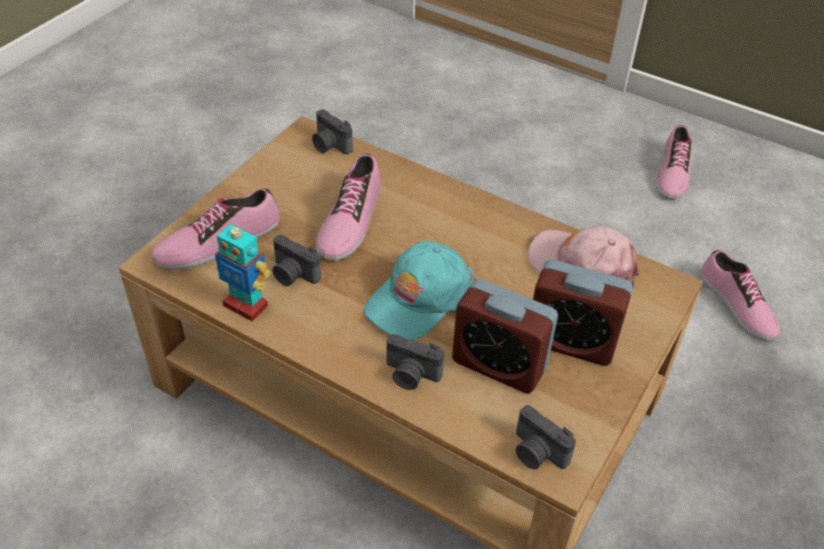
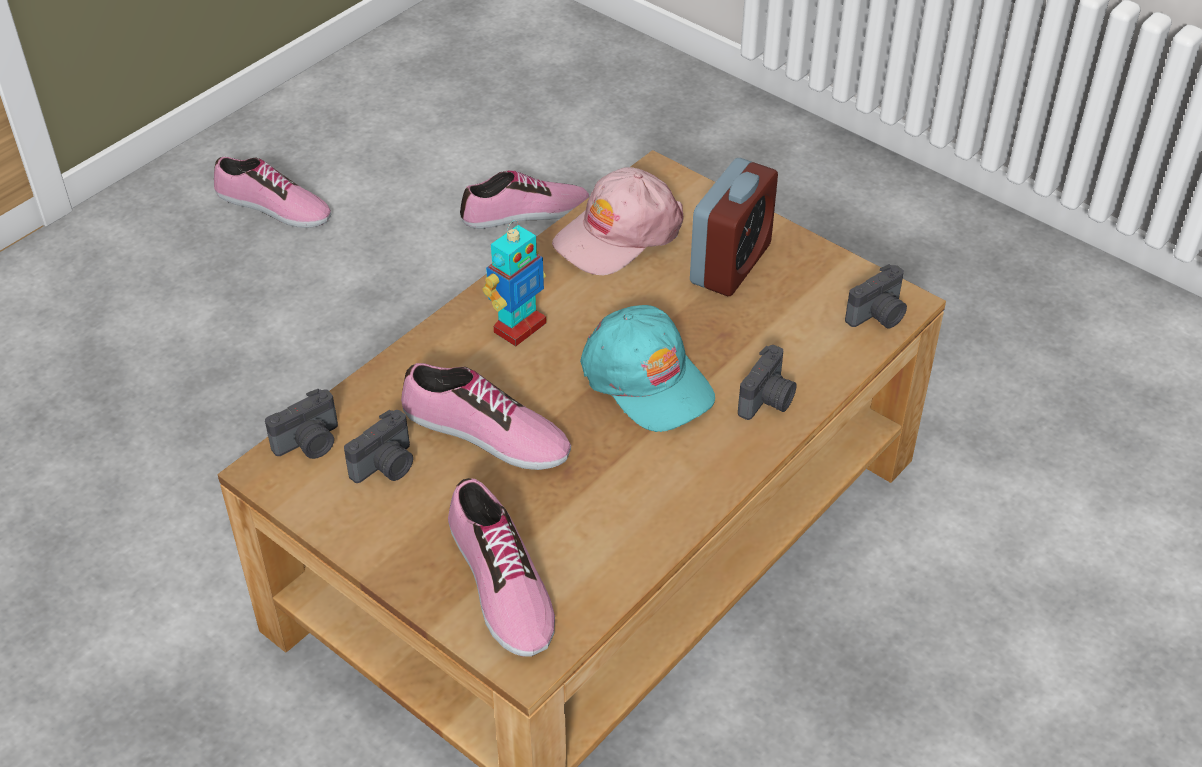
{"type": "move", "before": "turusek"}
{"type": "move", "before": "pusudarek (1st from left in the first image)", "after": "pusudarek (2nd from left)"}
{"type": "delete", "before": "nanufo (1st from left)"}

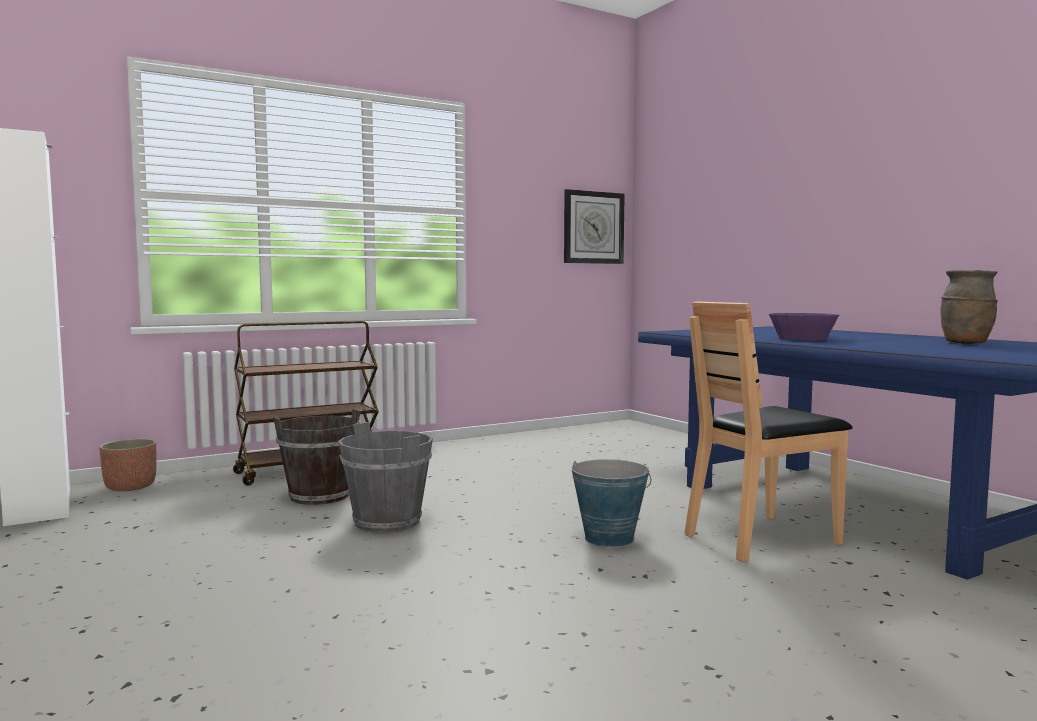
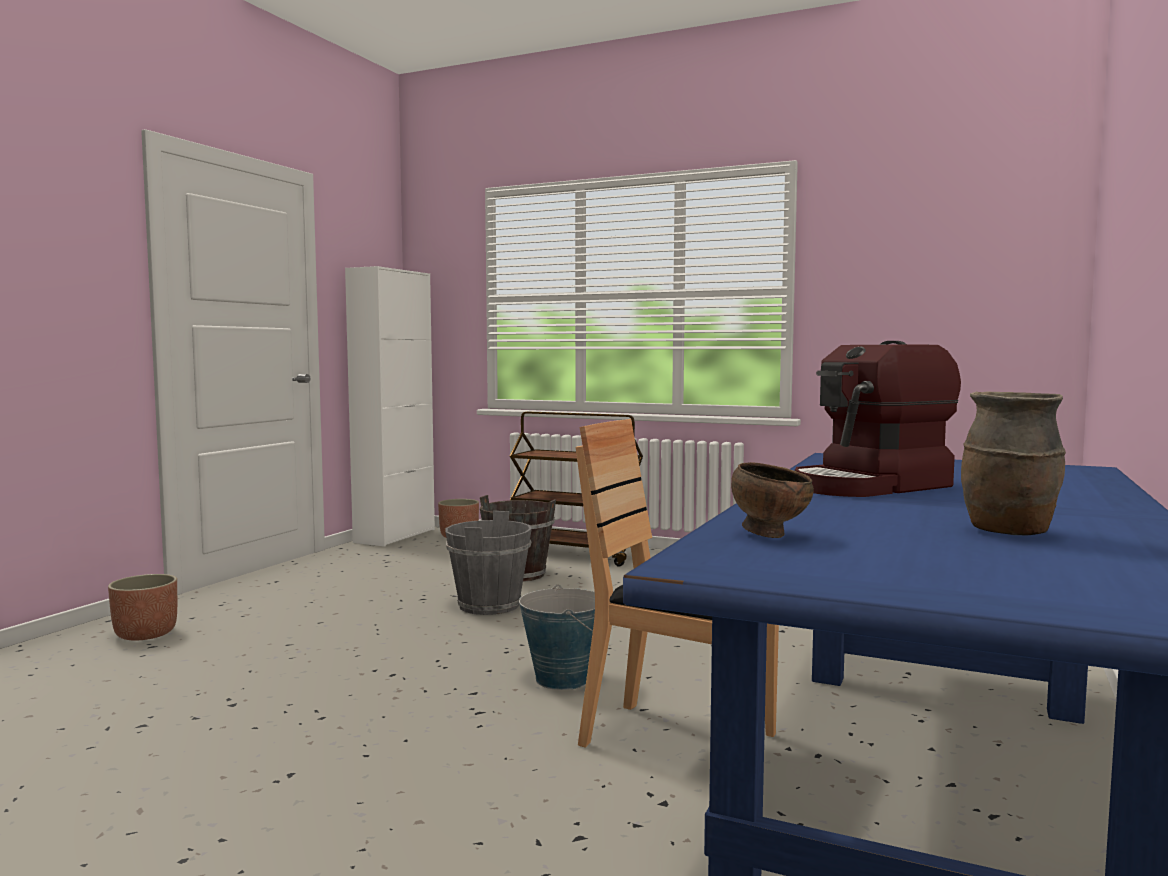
{"type": "delete", "before": "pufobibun"}
{"type": "replace", "before": "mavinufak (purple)", "after": "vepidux"}
{"type": "insert", "after": "mavinufak (brown)"}
{"type": "insert", "after": "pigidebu (1st from left)"}

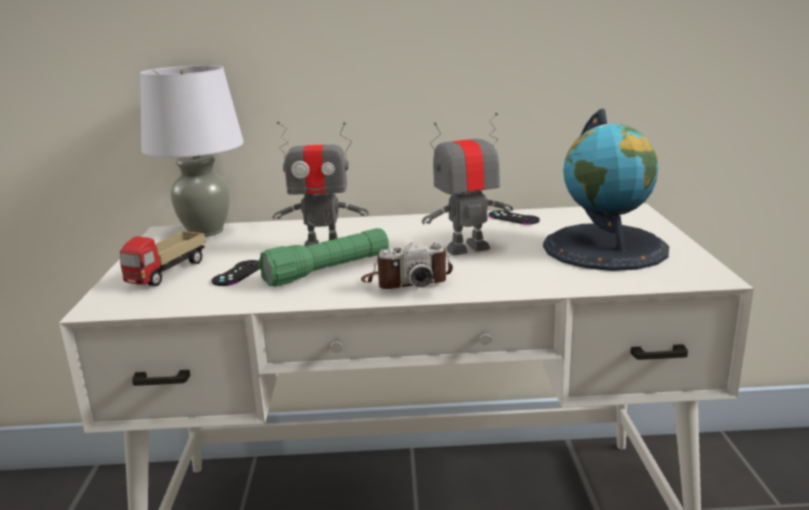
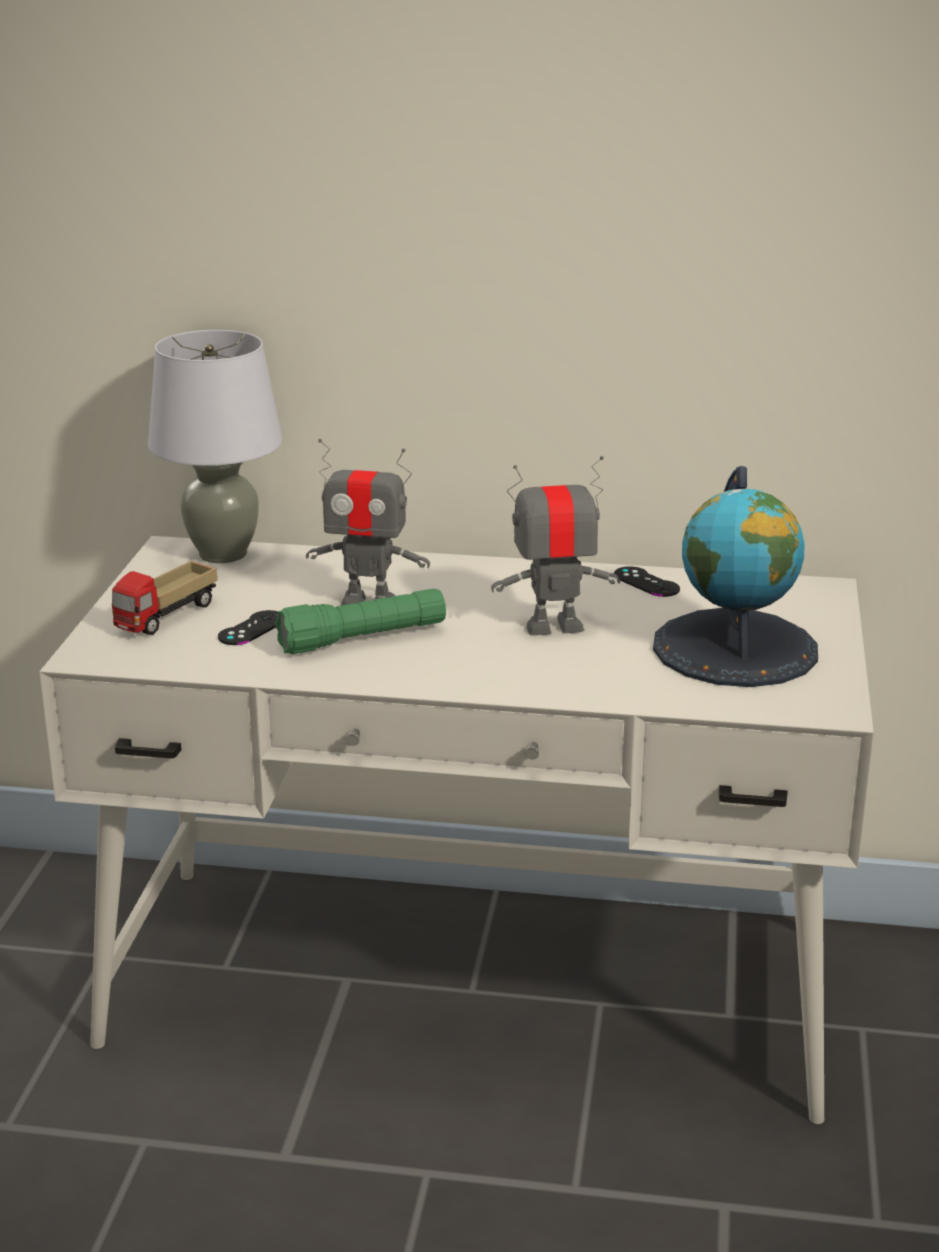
{"type": "delete", "before": "pusudarek"}

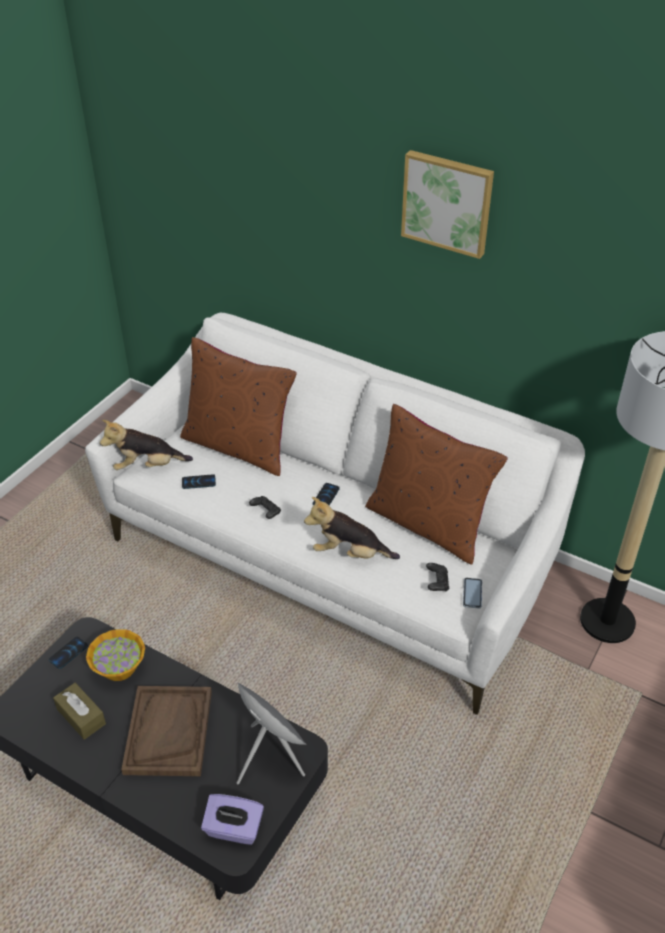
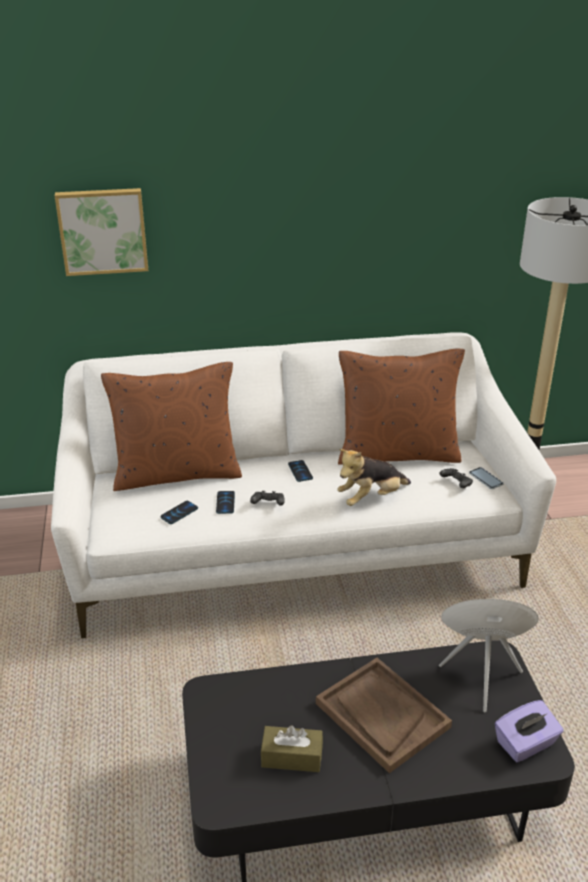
{"type": "move", "before": "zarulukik"}
{"type": "delete", "before": "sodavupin (1st from left)"}
{"type": "delete", "before": "mavinufak"}
{"type": "move", "before": "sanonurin (1st from left in the first image)", "after": "sanonurin (2nd from left)"}

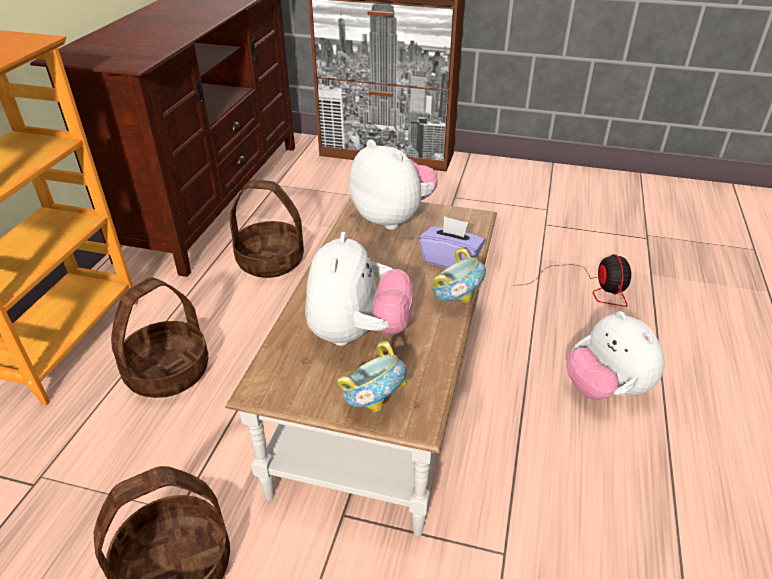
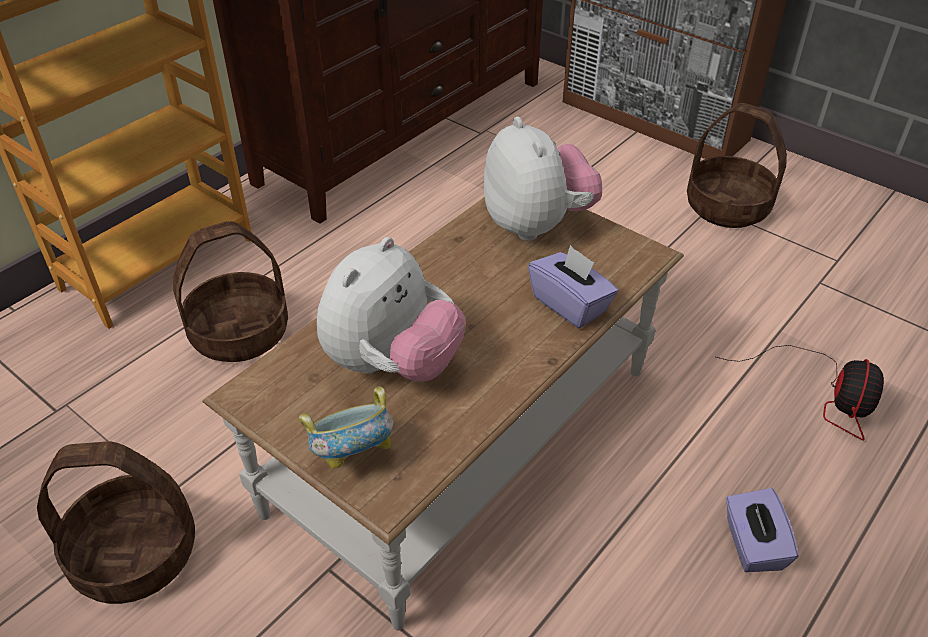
{"type": "move", "before": "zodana (3rd from left)"}
{"type": "delete", "before": "mavinufak (2nd from left)"}
{"type": "replace", "before": "sodavupin (3rd from left)", "after": "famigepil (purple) (2nd from left)"}

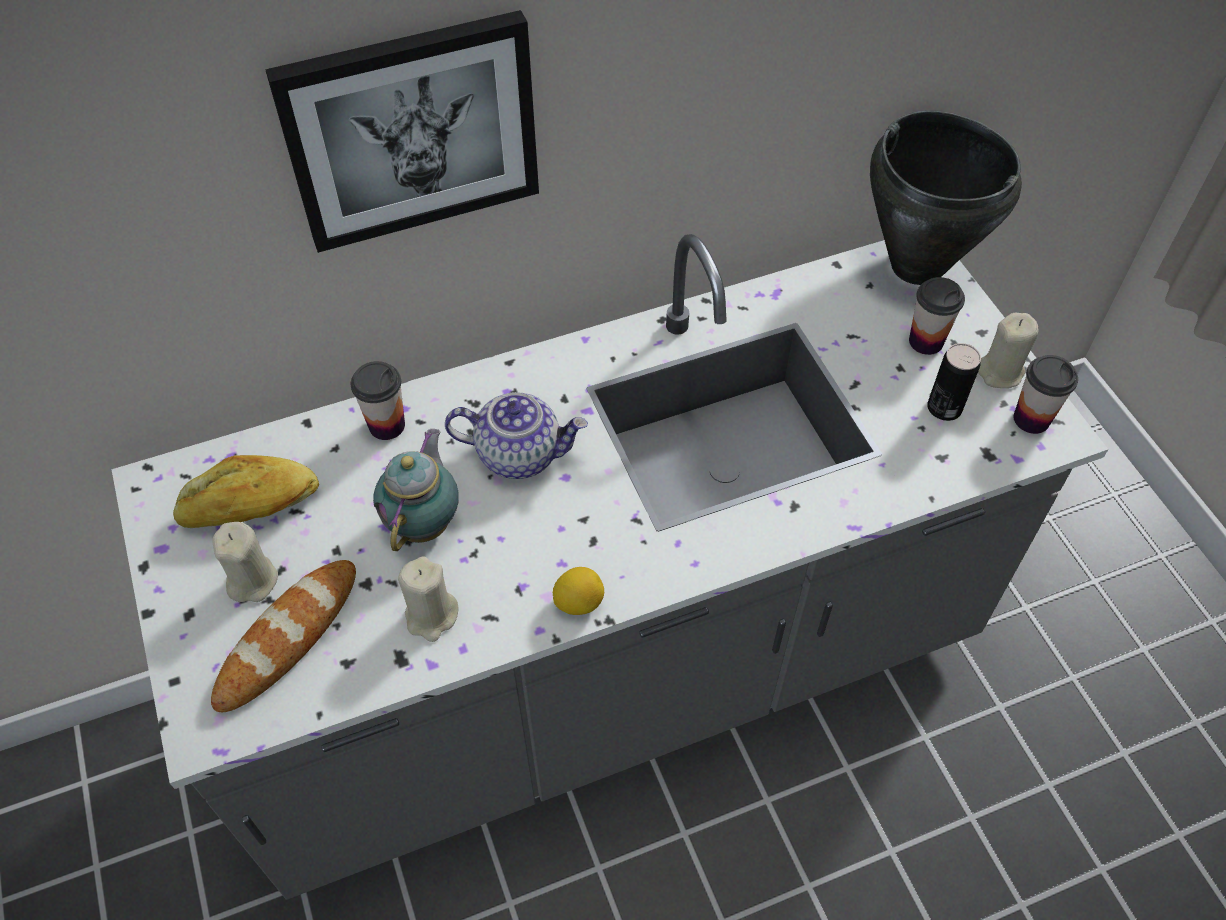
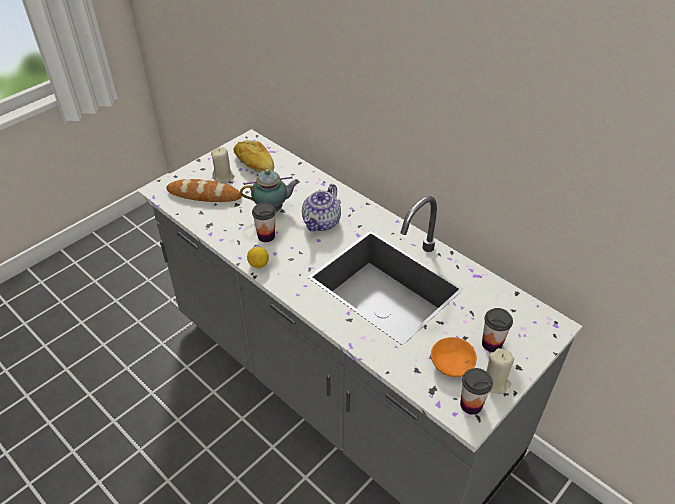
{"type": "delete", "before": "zarulukik"}
{"type": "delete", "before": "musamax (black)"}
{"type": "replace", "before": "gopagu", "after": "mavinufak (orange)"}
{"type": "move", "before": "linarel (1st from left)"}
{"type": "rotate", "before": "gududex (2nd from left)", "turn": 45}
{"type": "delete", "before": "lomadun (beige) (2nd from left)"}

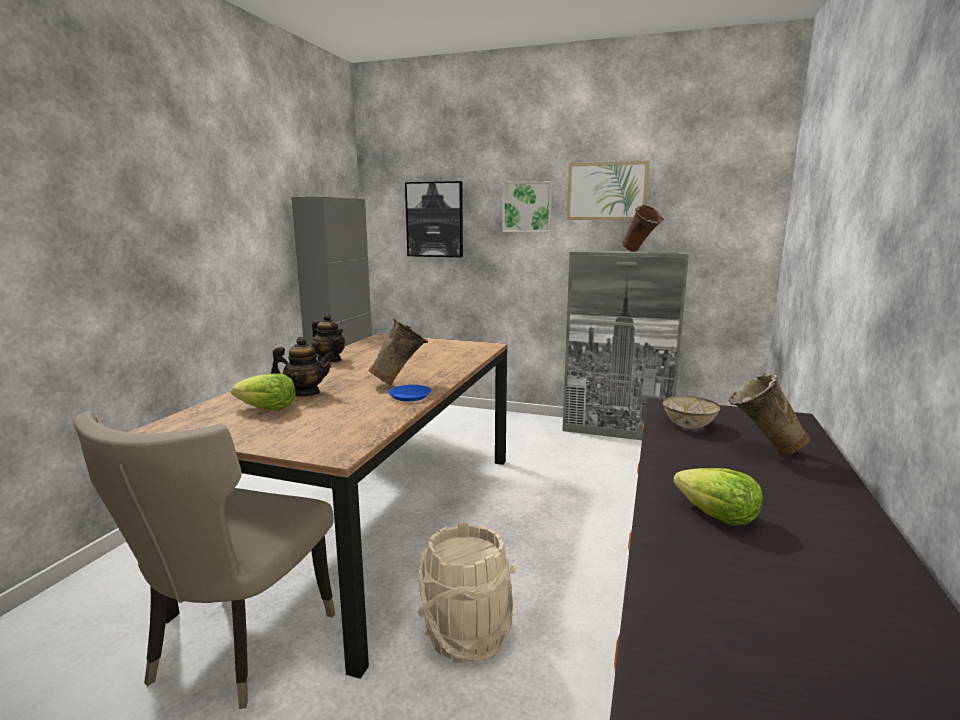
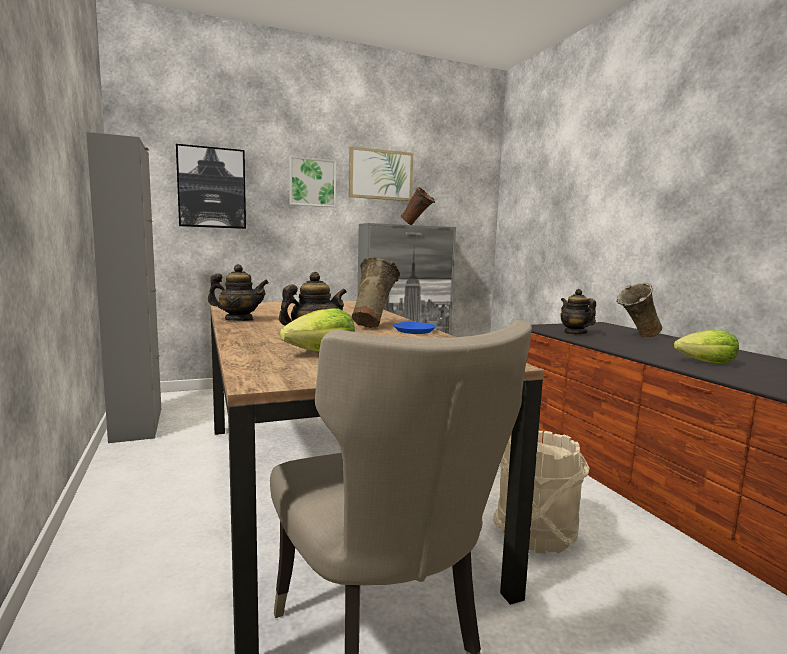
{"type": "replace", "before": "mavinufak", "after": "gududex (3rd from left)"}

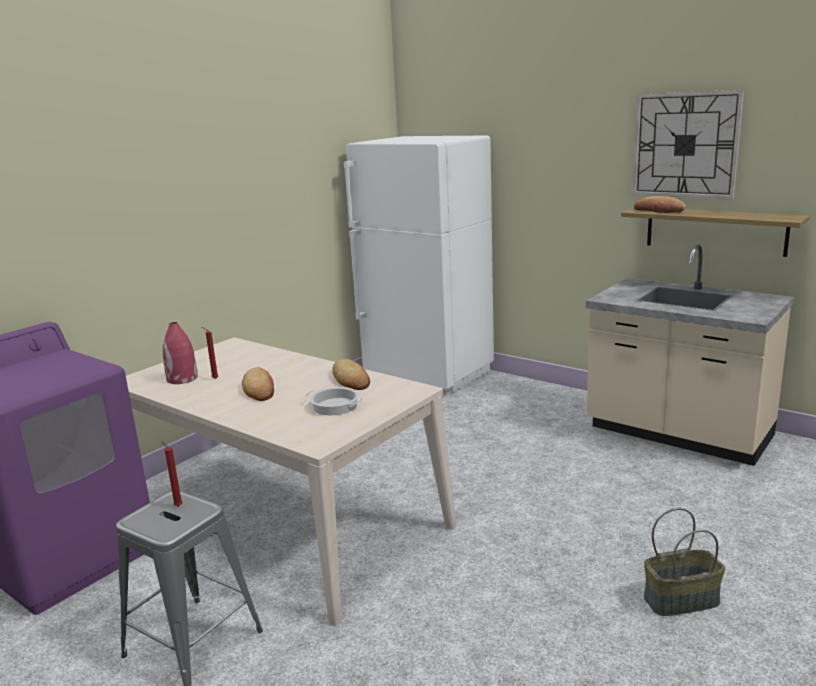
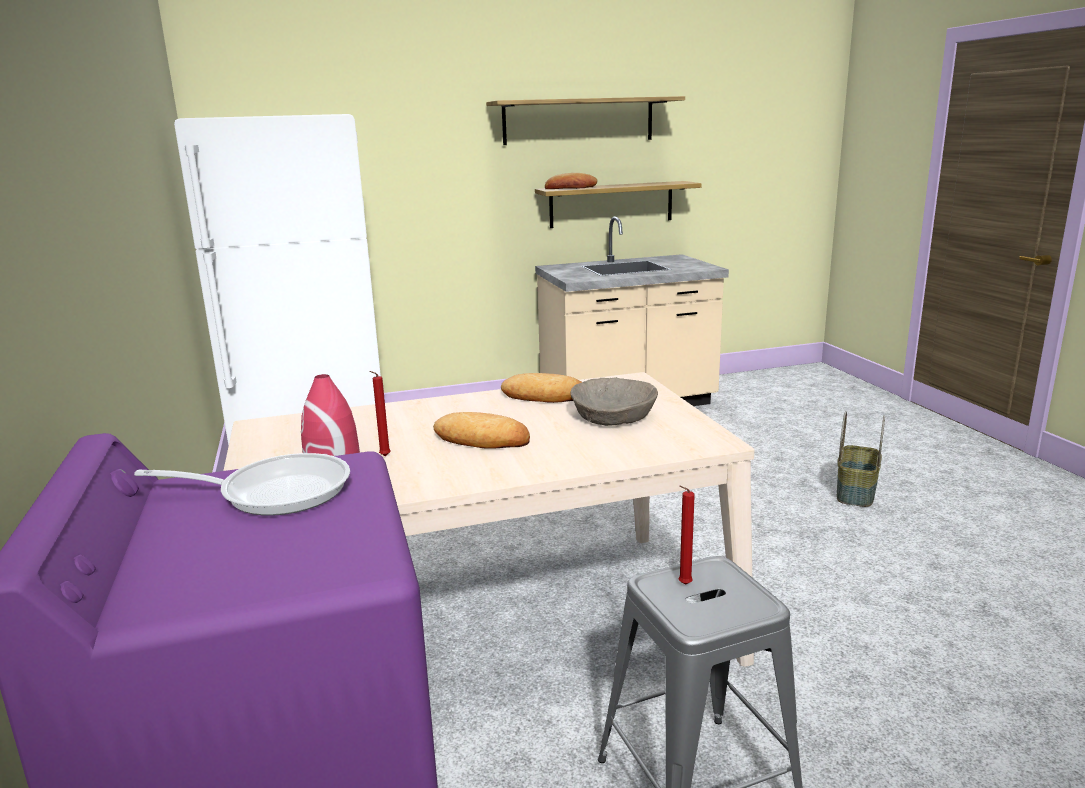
{"type": "replace", "before": "pufobibun", "after": "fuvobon (1st from left)"}
{"type": "replace", "before": "musamax", "after": "mavinufak (beige)"}
{"type": "insert", "after": "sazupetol"}

